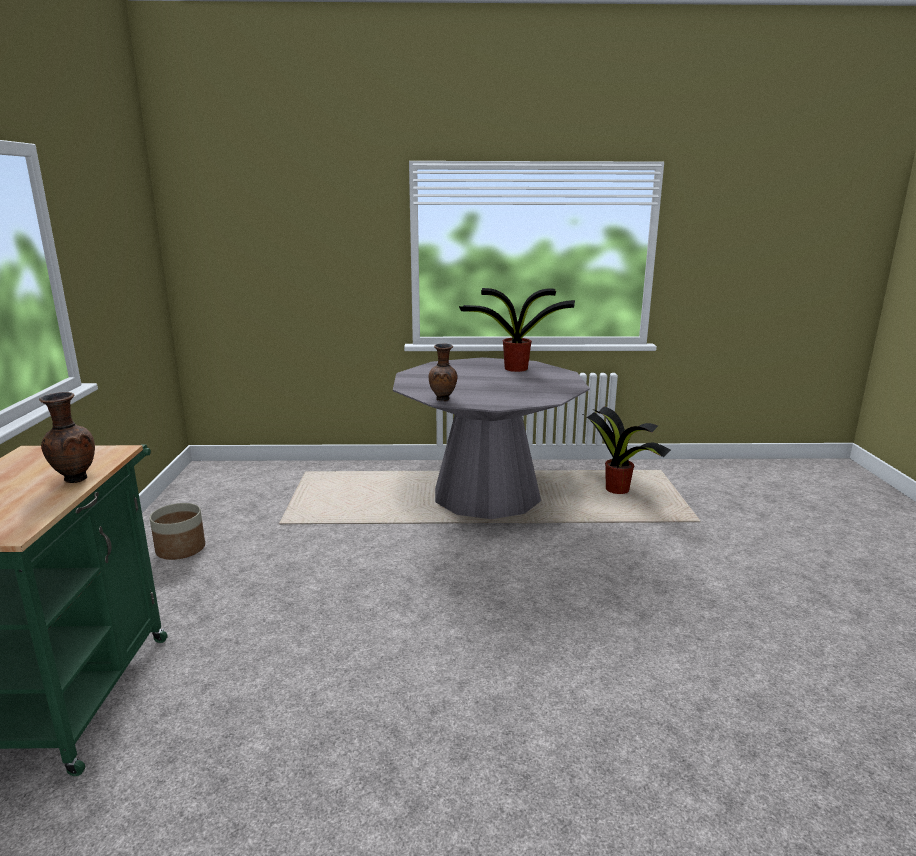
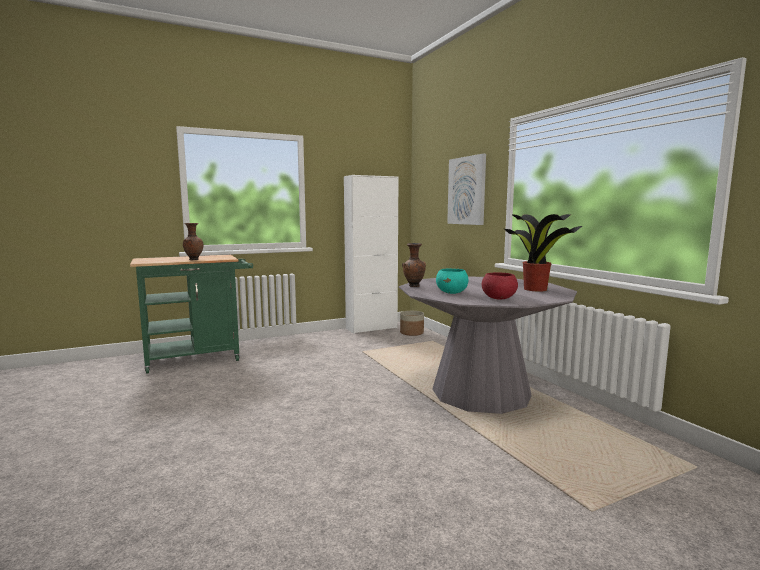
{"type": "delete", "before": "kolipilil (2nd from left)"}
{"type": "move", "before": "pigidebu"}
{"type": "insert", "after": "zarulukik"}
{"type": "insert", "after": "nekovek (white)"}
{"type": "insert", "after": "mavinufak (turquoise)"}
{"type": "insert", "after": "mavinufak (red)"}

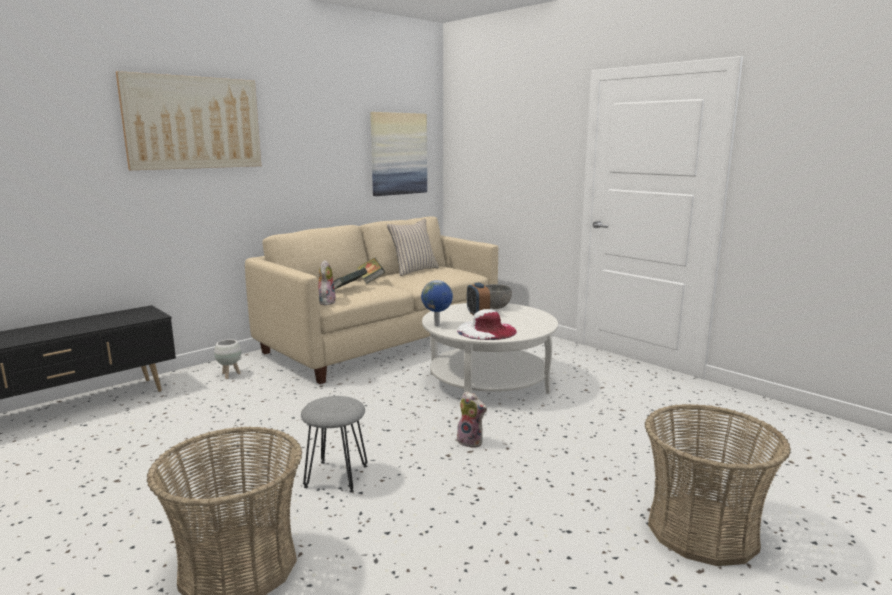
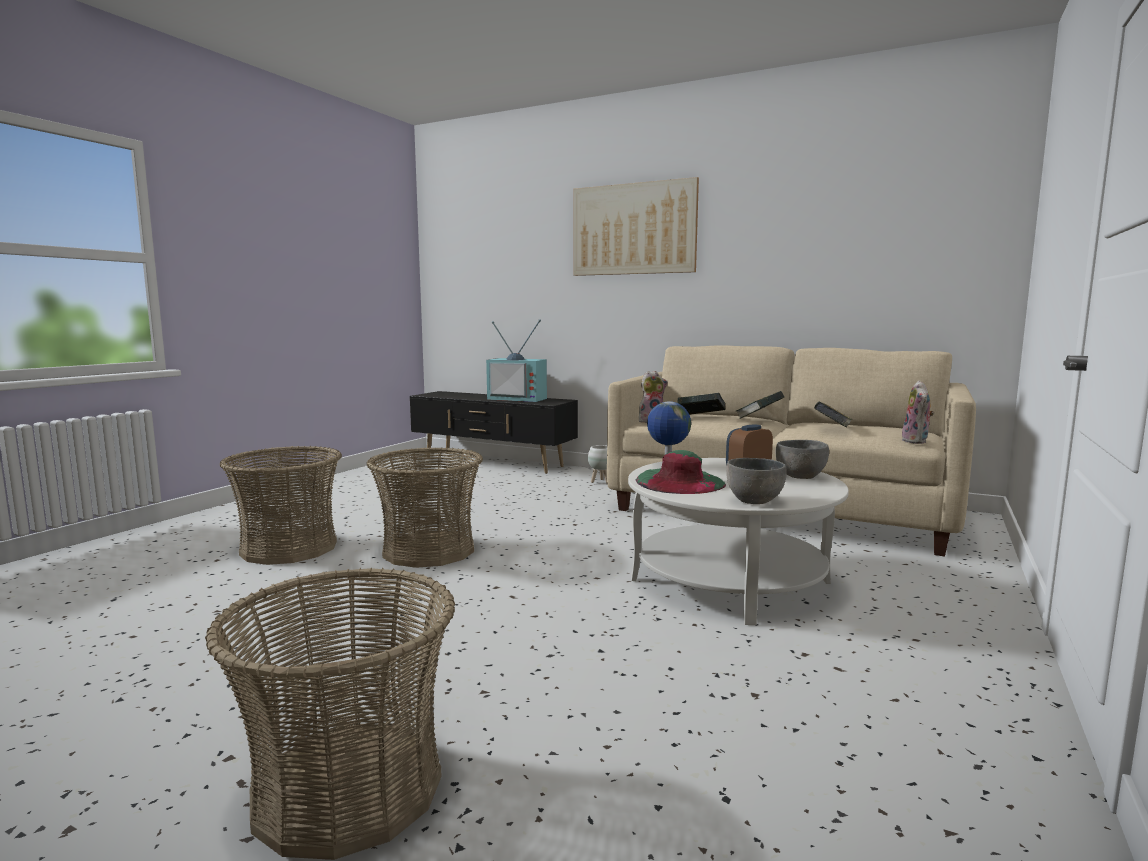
{"type": "delete", "before": "zarulukik (2nd from left)"}
{"type": "delete", "before": "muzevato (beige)"}
{"type": "recolor", "before": "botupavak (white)", "after": "botupavak (green)"}
{"type": "move", "before": "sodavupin (2nd from left)"}
{"type": "replace", "before": "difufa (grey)", "after": "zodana (3rd from left)"}
{"type": "insert", "after": "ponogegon"}
{"type": "insert", "after": "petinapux (3rd from left)"}
{"type": "insert", "after": "mavinufak (grey) (1st from left)"}

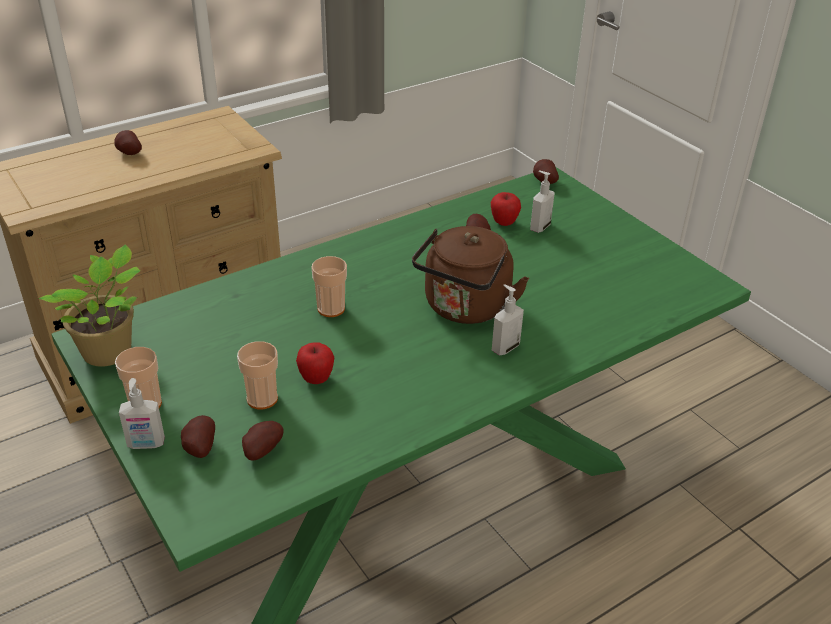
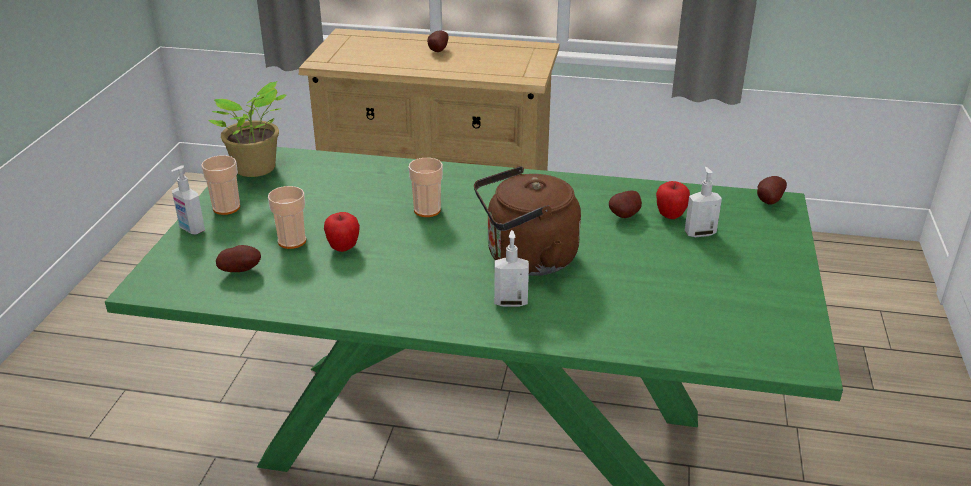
{"type": "delete", "before": "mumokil (2nd from left)"}

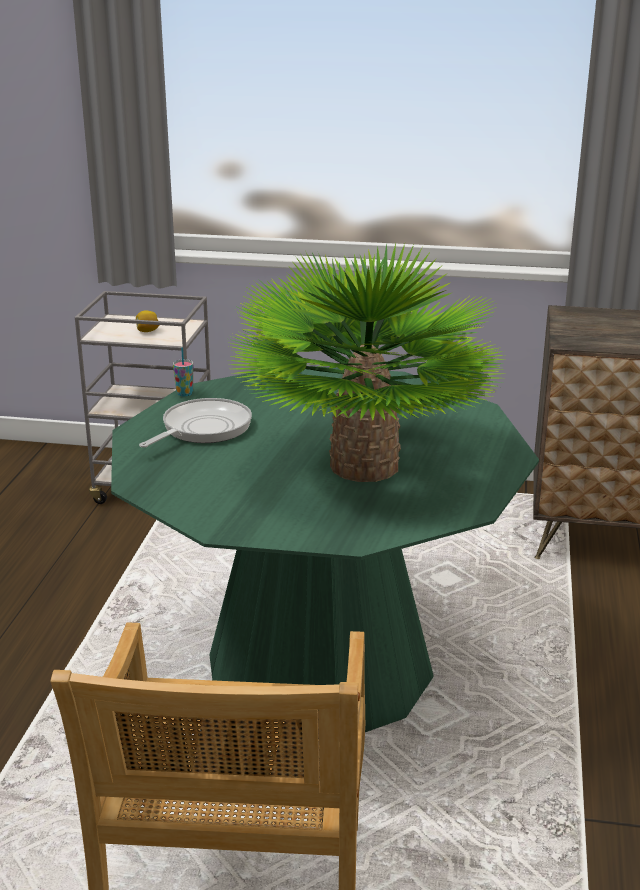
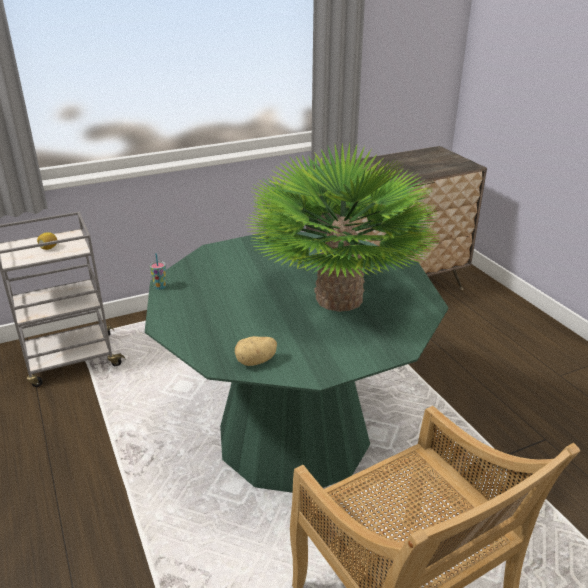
{"type": "delete", "before": "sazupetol"}
{"type": "insert", "after": "mumokil"}

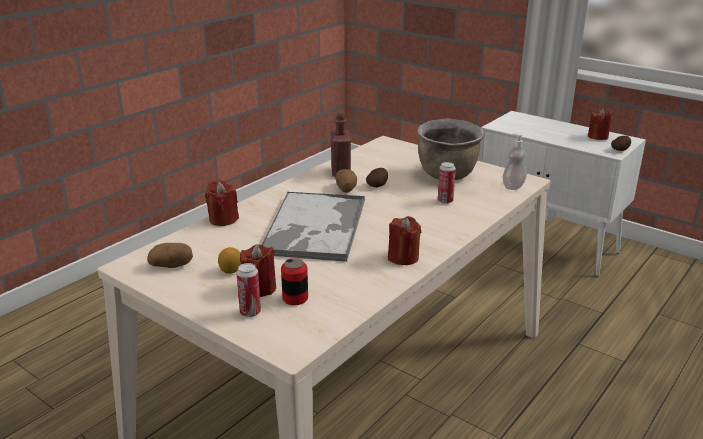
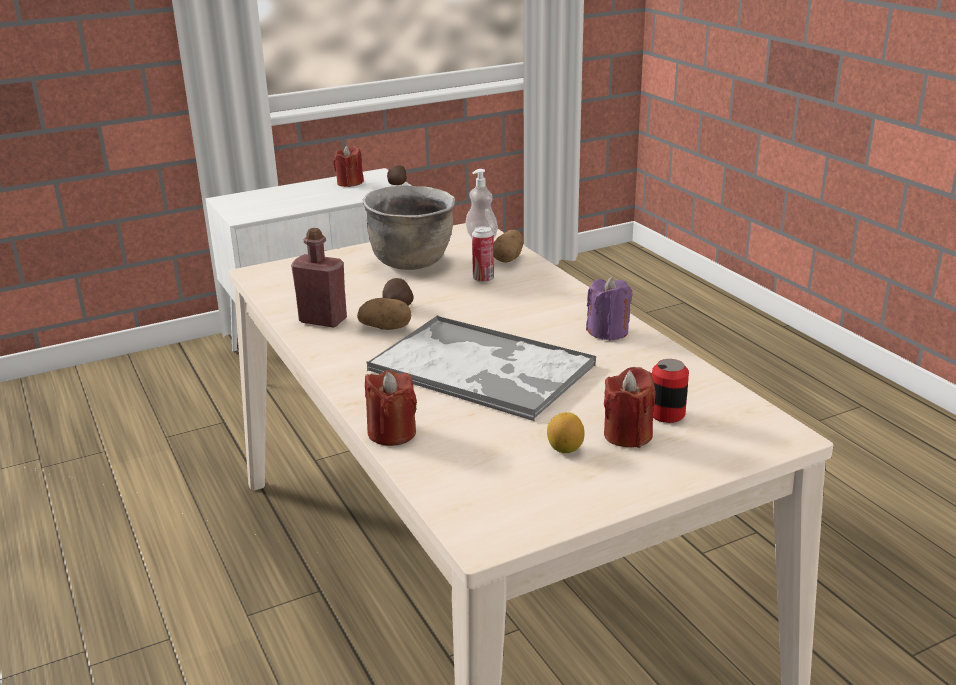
{"type": "recolor", "before": "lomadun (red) (3rd from left)", "after": "lomadun (purple)"}
{"type": "move", "before": "mumokil (1st from left in the first image)", "after": "mumokil (4th from left)"}
{"type": "delete", "before": "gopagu (1st from left)"}

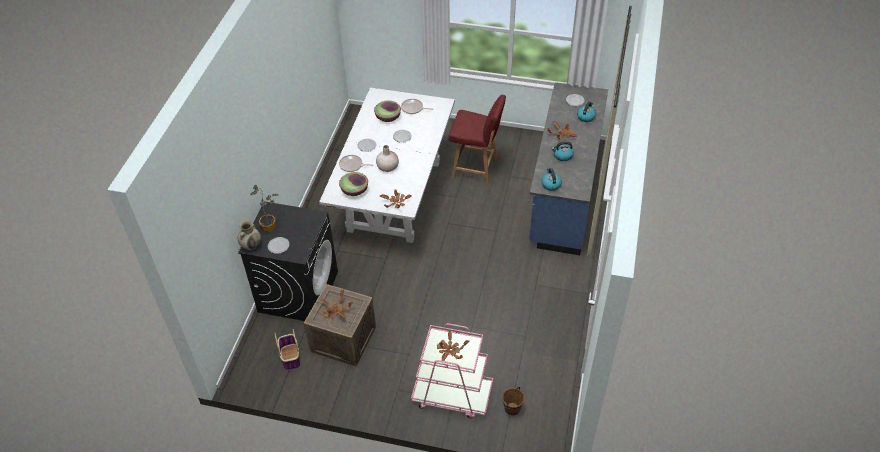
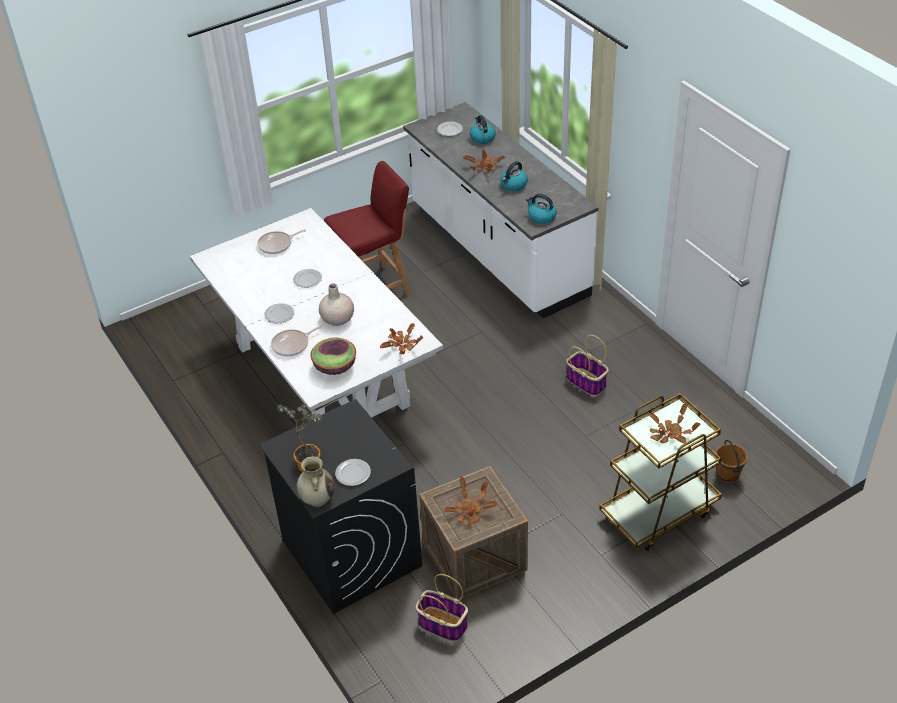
{"type": "recolor", "before": "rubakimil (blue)", "after": "rubakimil (white)"}
{"type": "delete", "before": "mavinufak (2nd from left)"}
{"type": "recolor", "before": "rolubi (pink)", "after": "rolubi (brown)"}
{"type": "insert", "after": "zodana (2nd from left)"}

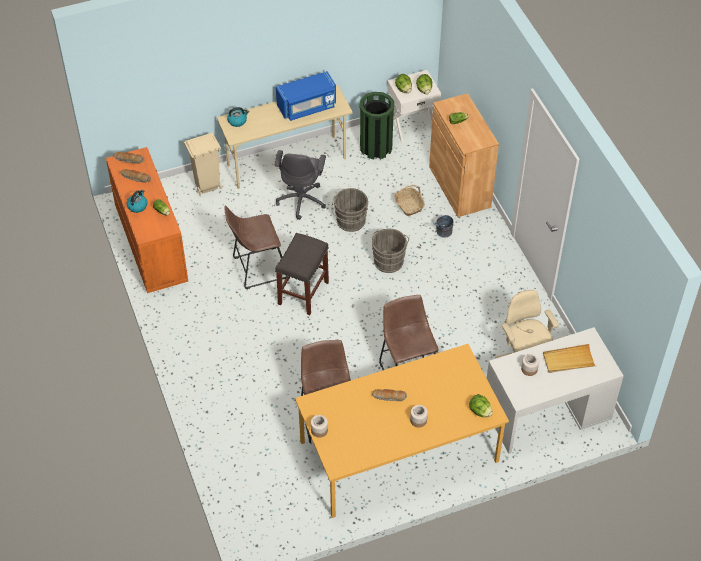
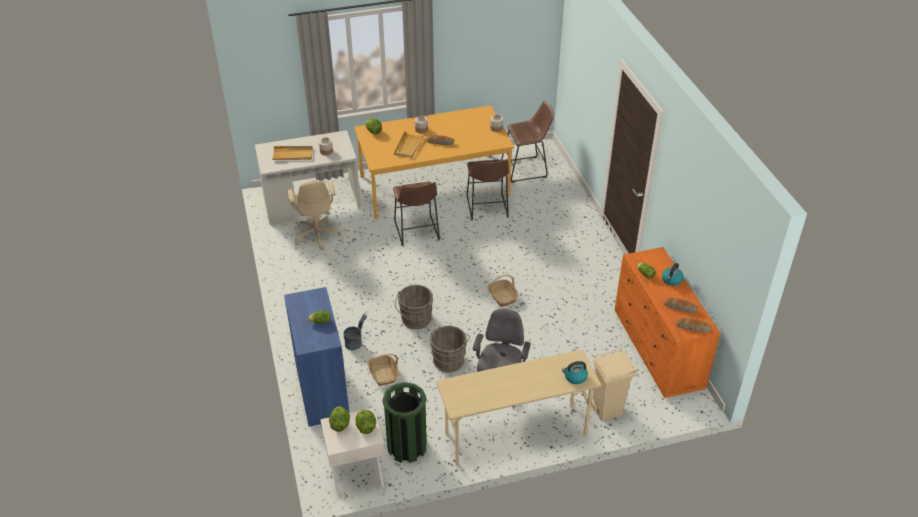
{"type": "delete", "before": "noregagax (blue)"}
{"type": "recolor", "before": "nekovek (brown)", "after": "nekovek (blue)"}
{"type": "move", "before": "difufa (brown) (1st from left in the first image)", "after": "difufa (brown) (3rd from left)"}
{"type": "replace", "before": "difufa (grey)", "after": "zodana (2nd from left)"}
{"type": "insert", "after": "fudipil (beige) (2nd from left)"}

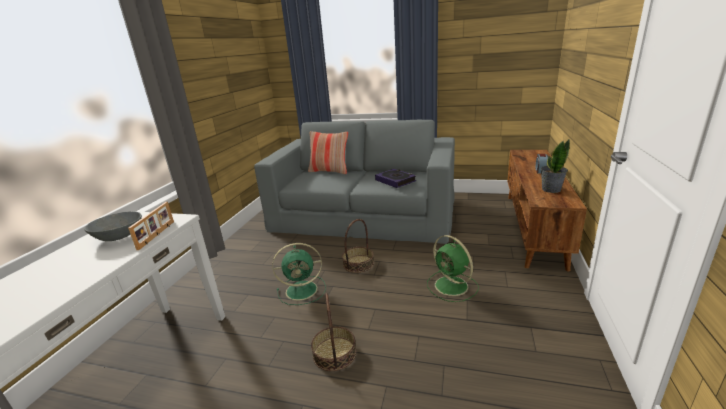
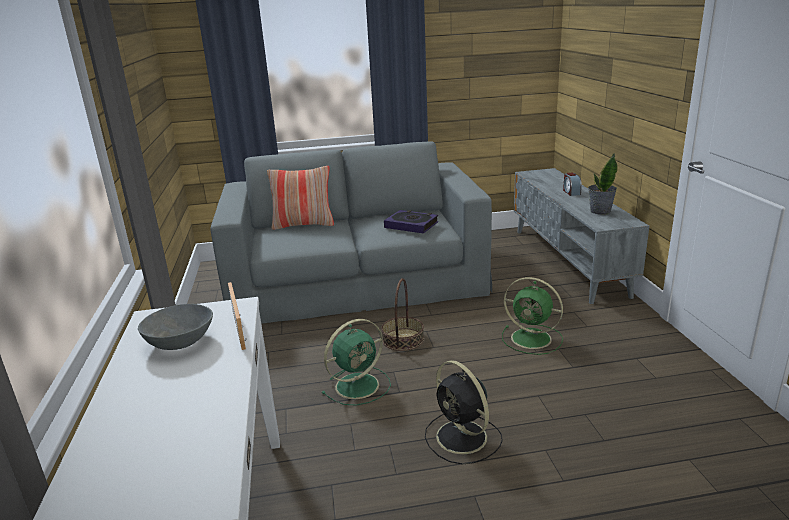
{"type": "recolor", "before": "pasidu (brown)", "after": "pasidu (grey)"}
{"type": "replace", "before": "zodana (1st from left)", "after": "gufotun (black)"}

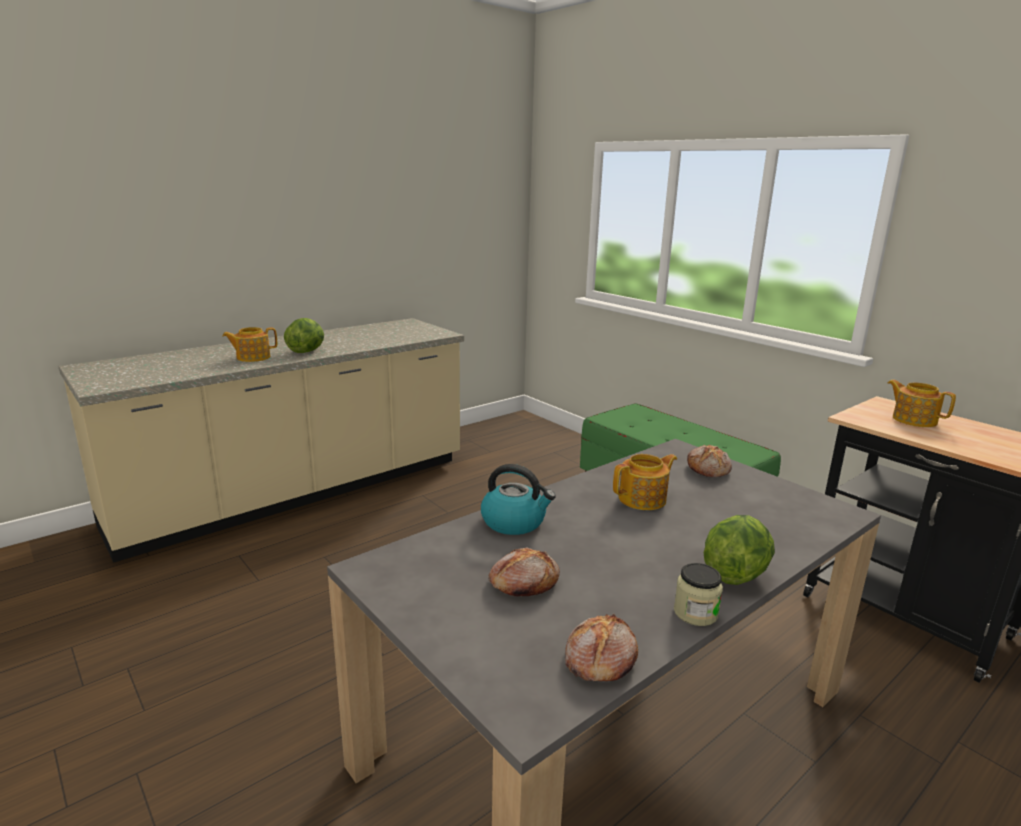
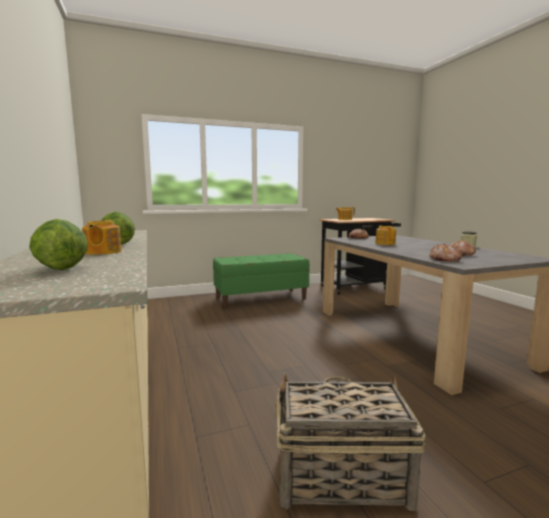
{"type": "delete", "before": "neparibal"}
{"type": "move", "before": "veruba (2nd from left in the first image)", "after": "veruba (1st from left)"}
{"type": "move", "before": "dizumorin (2nd from left)"}
{"type": "insert", "after": "zodana"}

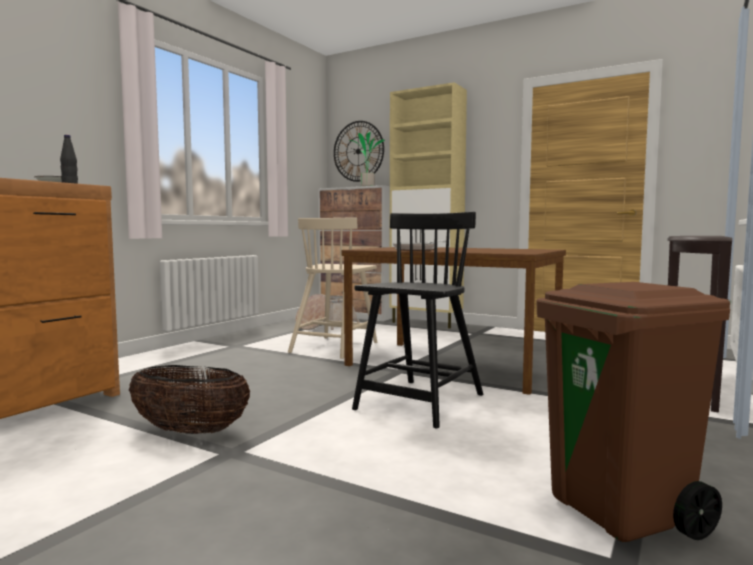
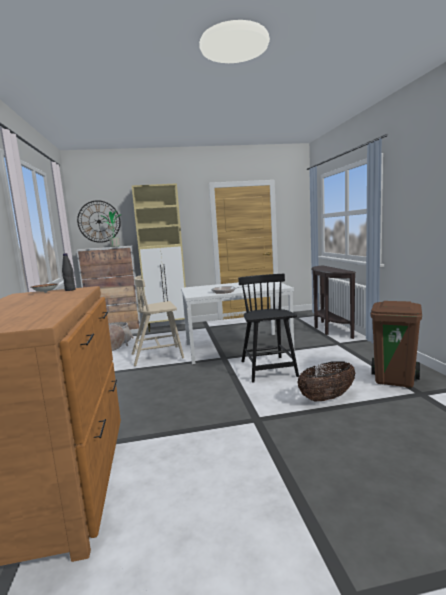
{"type": "rotate", "before": "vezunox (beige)", "turn": 90}
{"type": "recolor", "before": "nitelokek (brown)", "after": "nitelokek (white)"}
{"type": "move", "before": "zodana (1st from left in the first image)", "after": "zodana (2nd from left)"}

